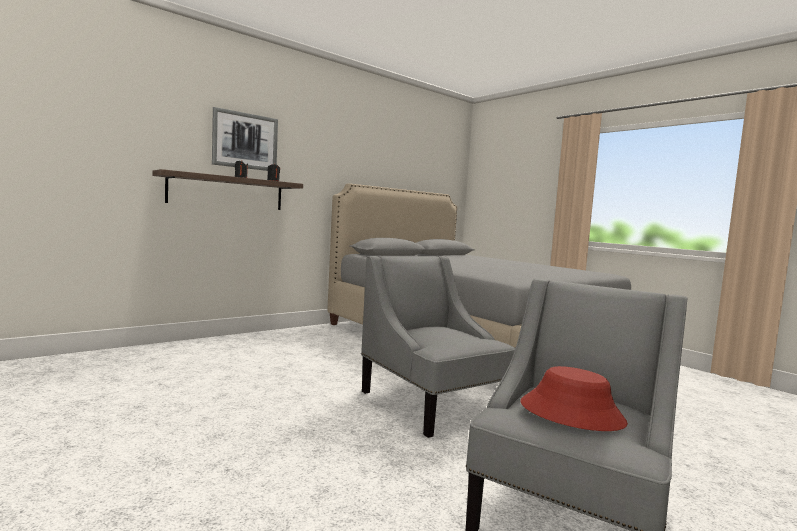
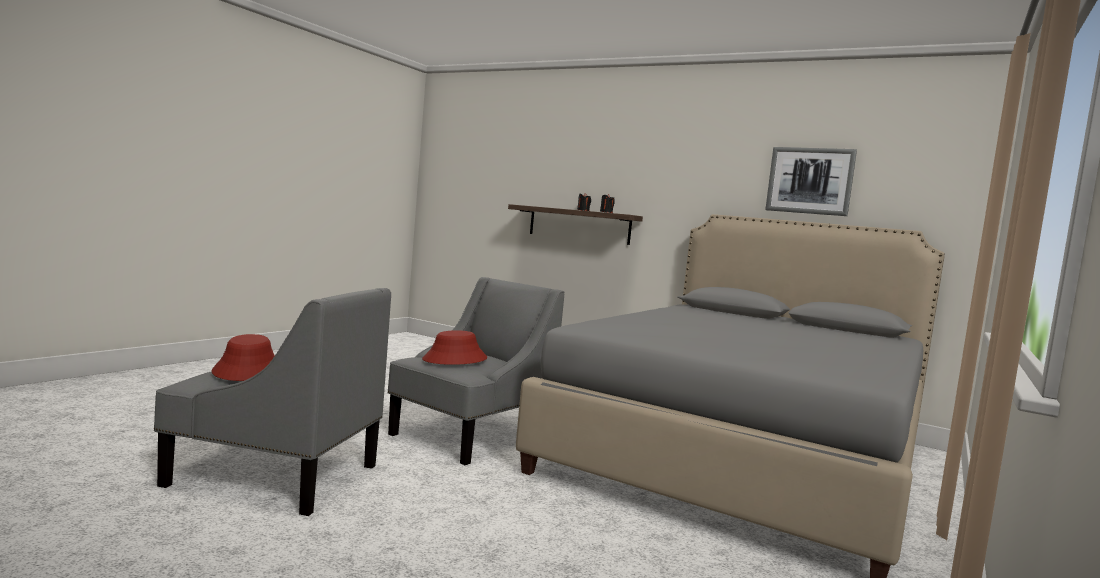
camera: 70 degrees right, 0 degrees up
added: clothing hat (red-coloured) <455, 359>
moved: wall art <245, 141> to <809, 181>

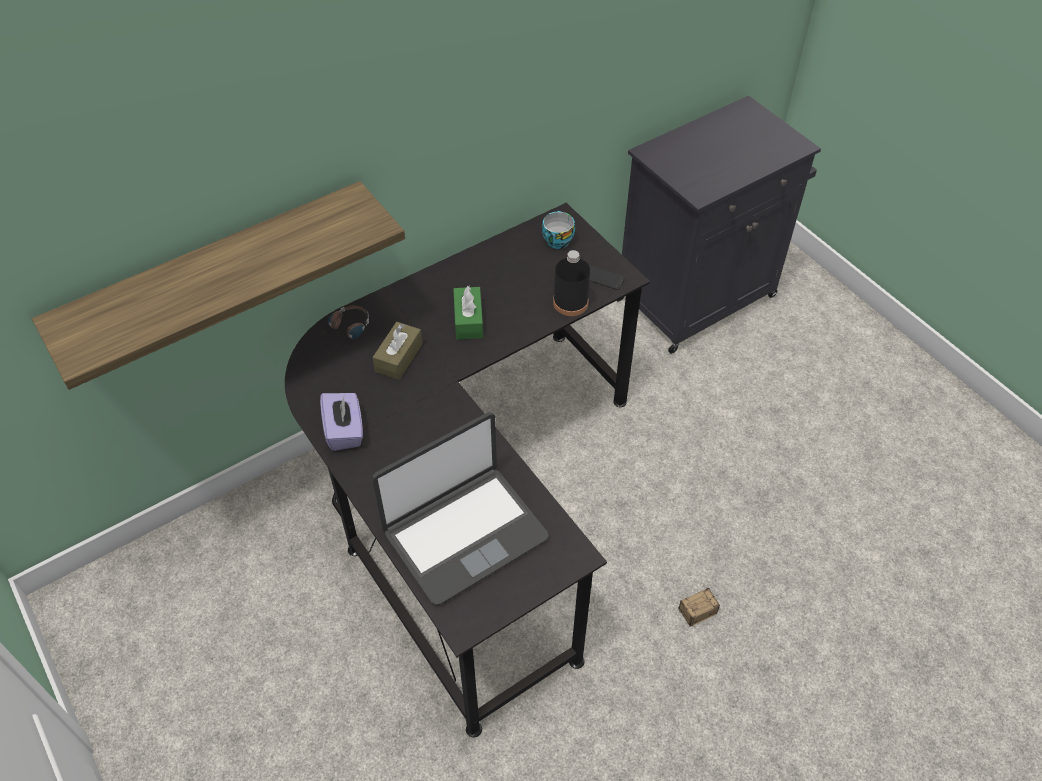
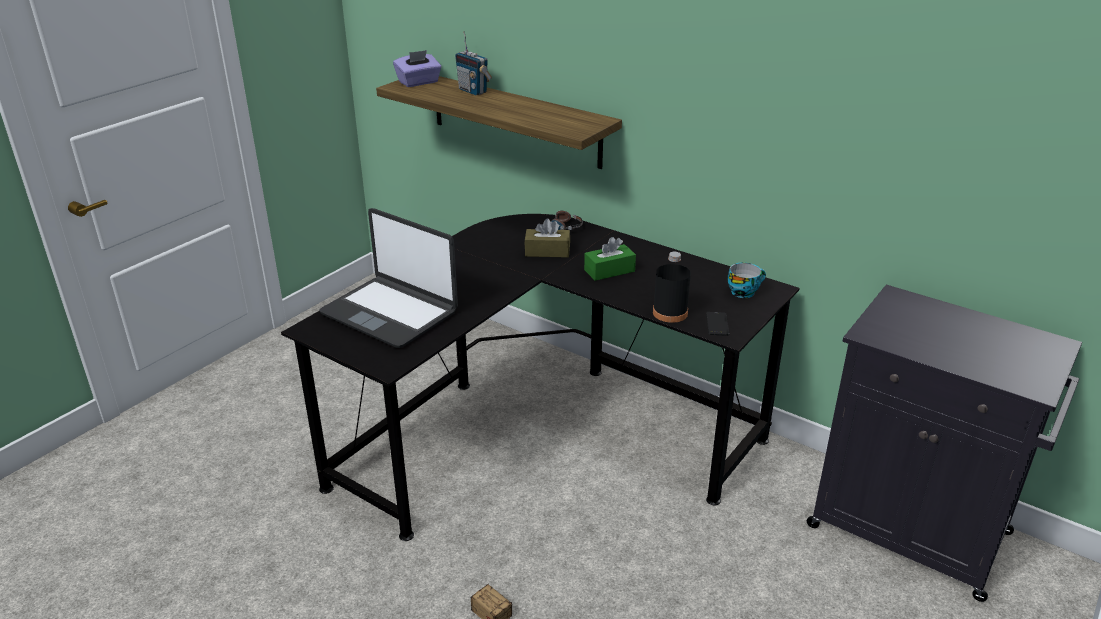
camera: 70 degrees right, 20 degrees down
added: radio receiver <473, 91>
moved: tissue holder (purple) <345, 431> to <419, 82>

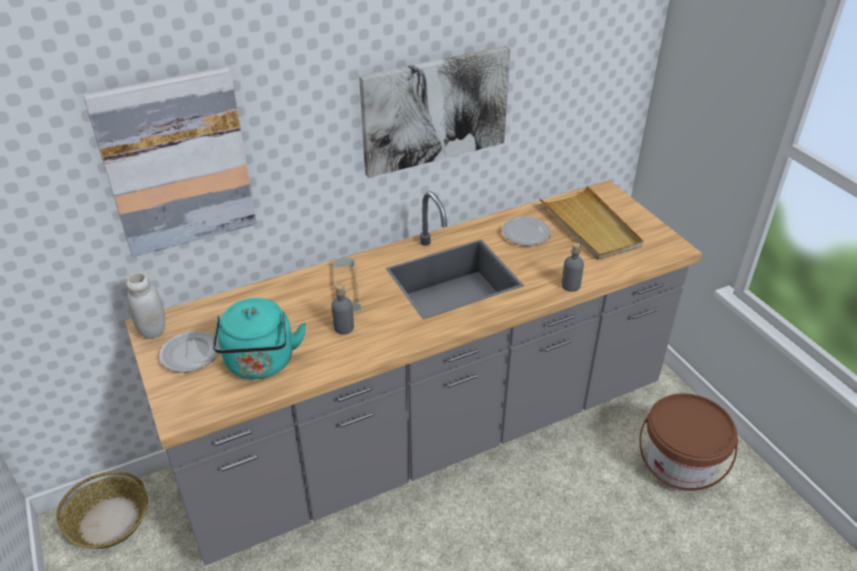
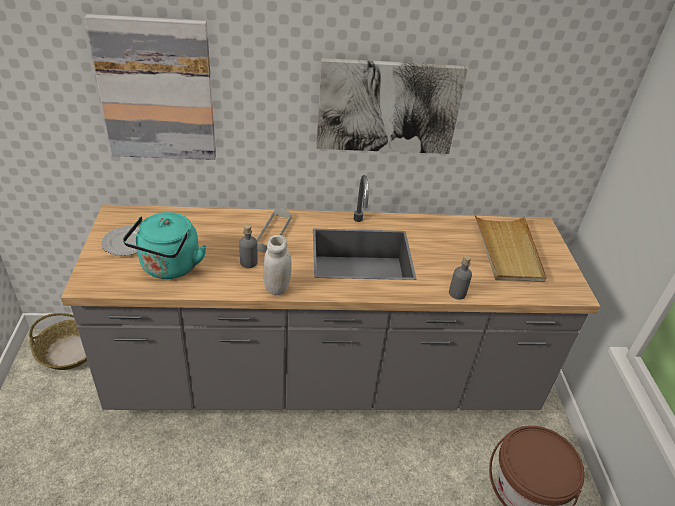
camera: 20 degrees right, 0 degrees up
removed: plate <526, 233>
moved: preserve jar (whitish) <153, 330> to <277, 287>

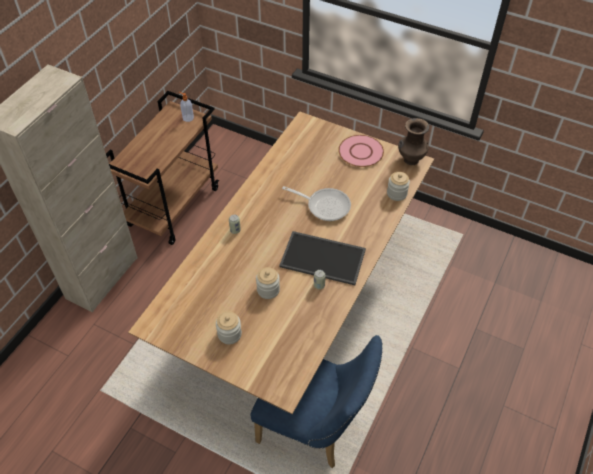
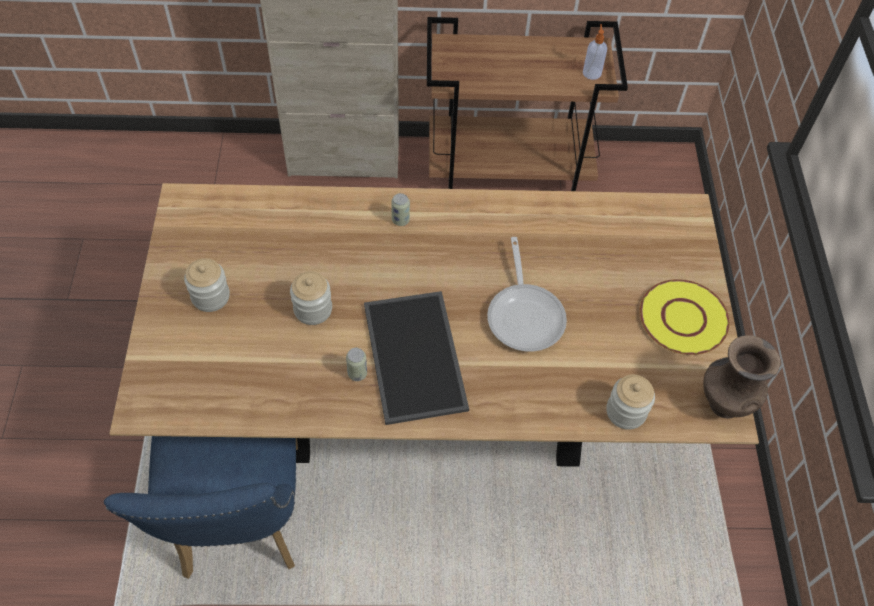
camera: 60 degrees right, 5 degrees up
recoloured: plate (pinkish) <361, 152> to plate (yellow-coloured) <684, 318>

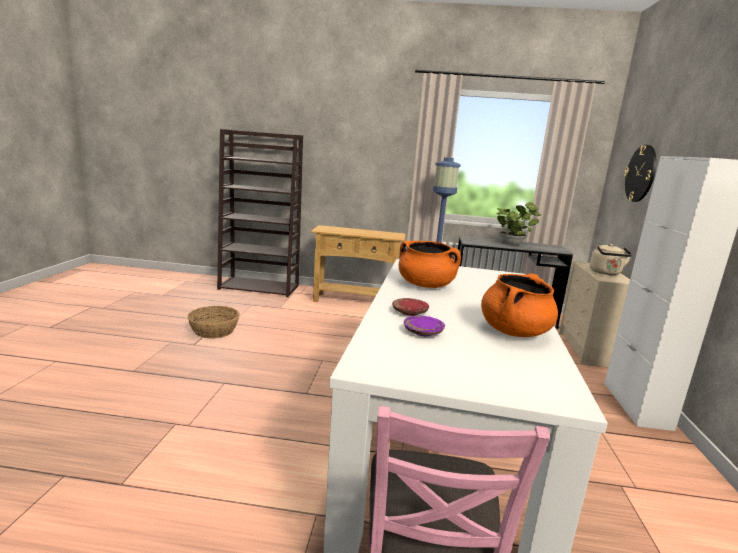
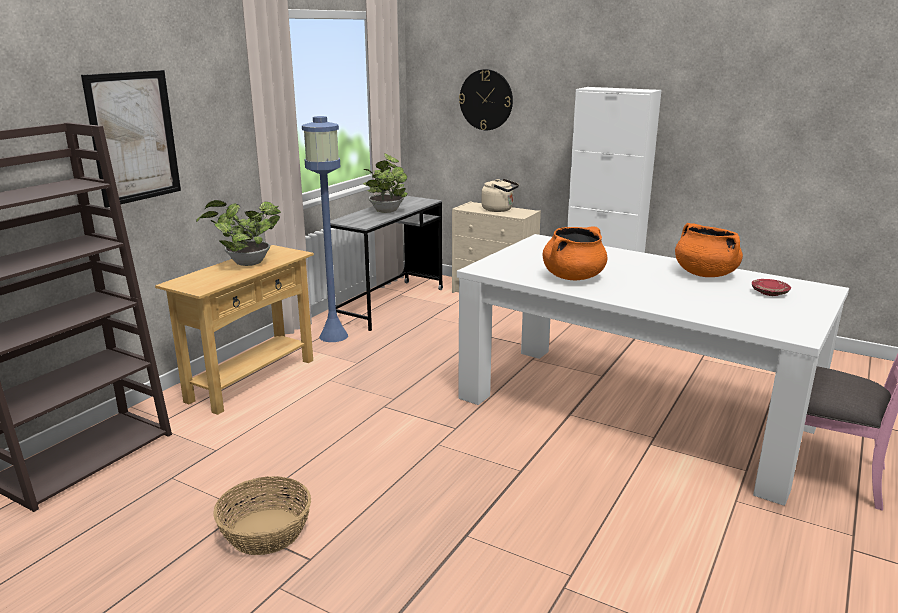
camera: 65 degrees left, 5 degrees up
removed: plate (purple) <423, 332>
added: wall art <134, 137>; houseplant <245, 264>
moved: plate (red-coloured) <409, 312> to <770, 293>

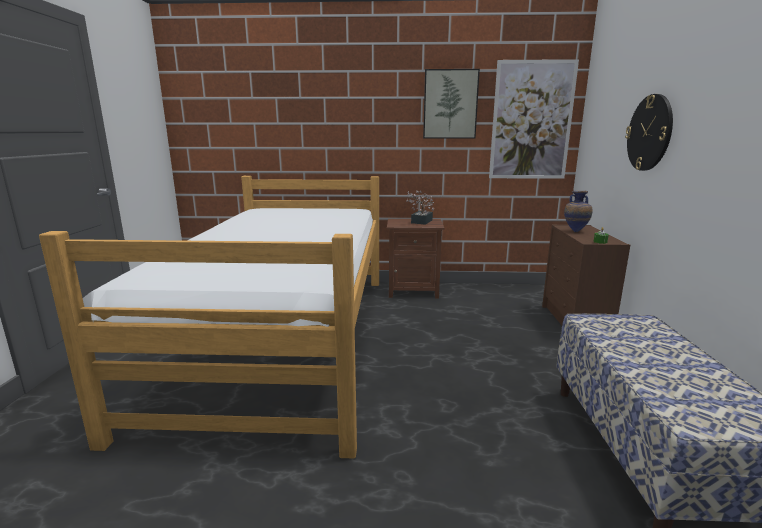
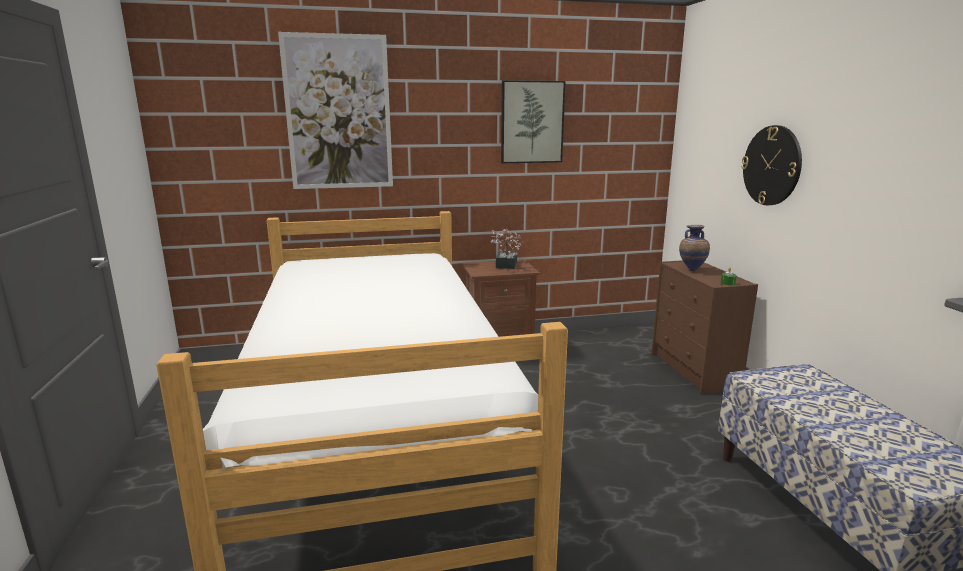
camera: 15 degrees left, 0 degrees up
moved: wall art <531, 121> to <338, 113>

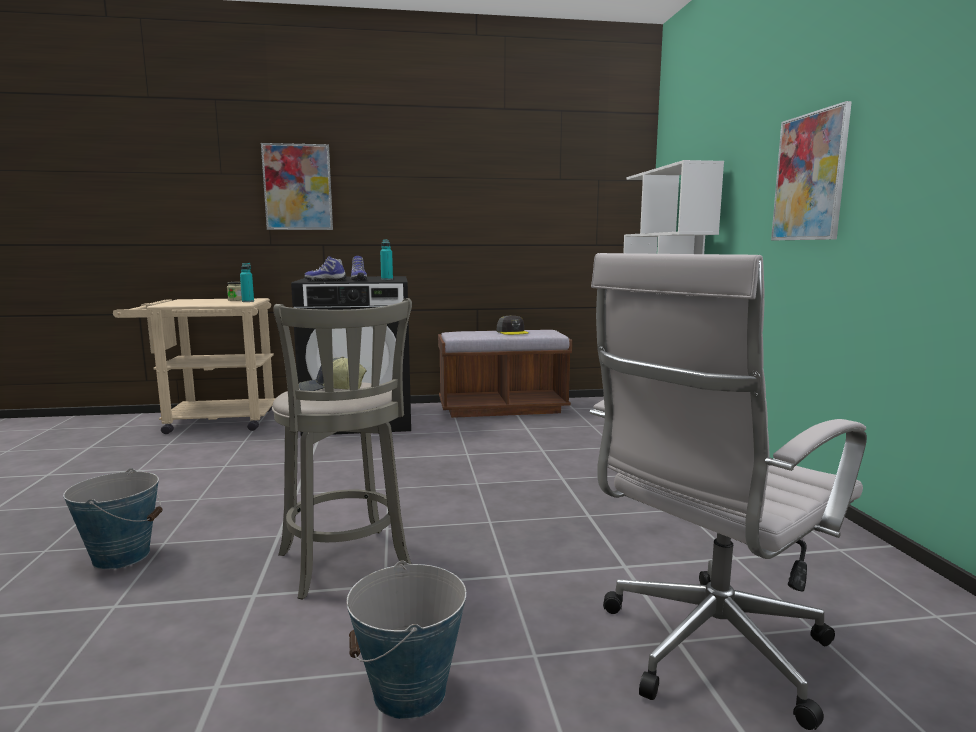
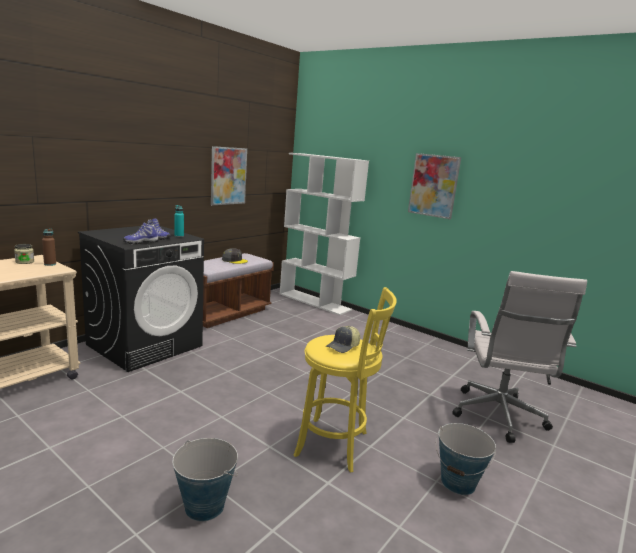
camera: 45 degrees left, 5 degrees up
moved: wall art <298, 187> to <228, 176>
recoloured: beverage bottle (turquoise-coloured) <248, 301> to beverage bottle (brownish) <50, 264>; sitting stool (grey) <346, 565> to sitting stool (yellow-coloured) <336, 445>

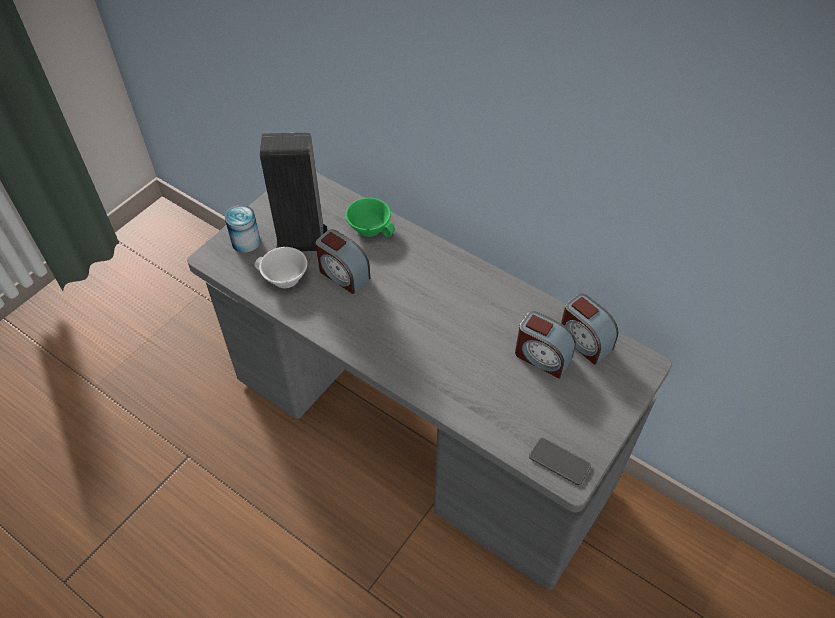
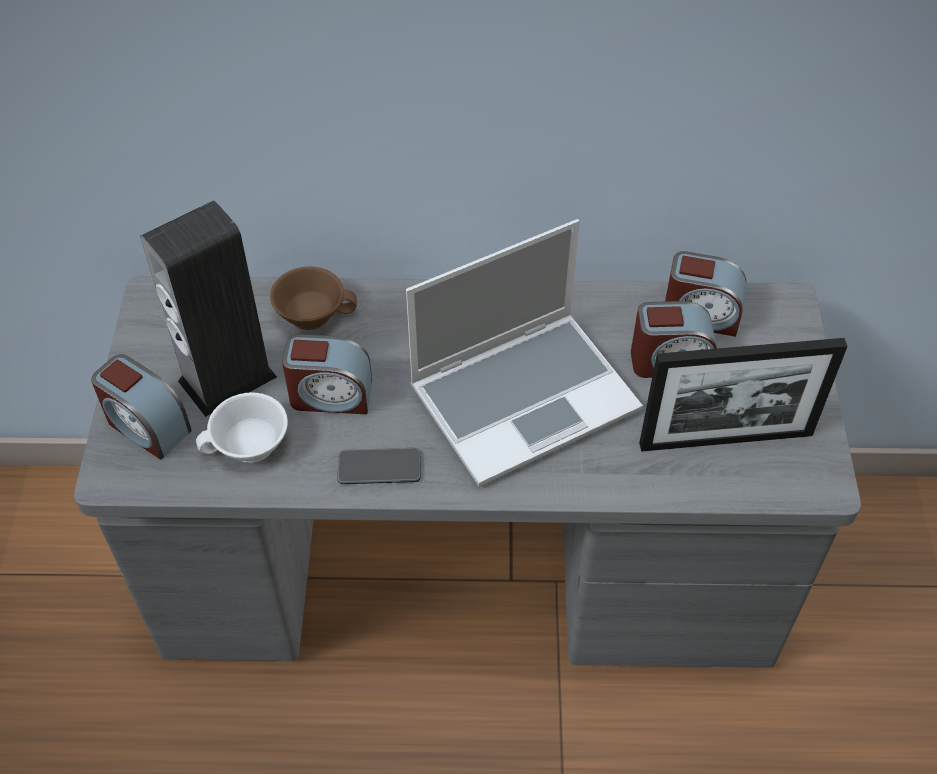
camera: 35 degrees left, 0 degrees up
added: portable computer <525, 396>; photo frame <726, 439>
moved: handset <559, 461> to <379, 467>
replaced: can <246, 242> to bedside clock <147, 426>
recoloured: small cup (green-coloured) <371, 226> to small cup (brownish) <312, 312>

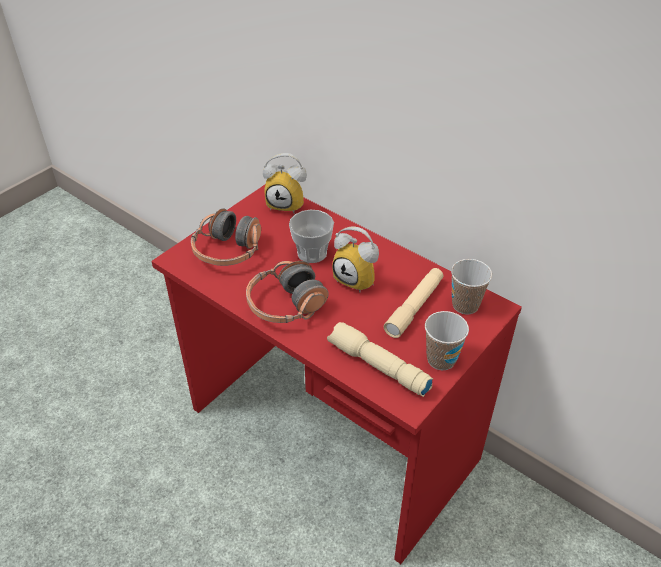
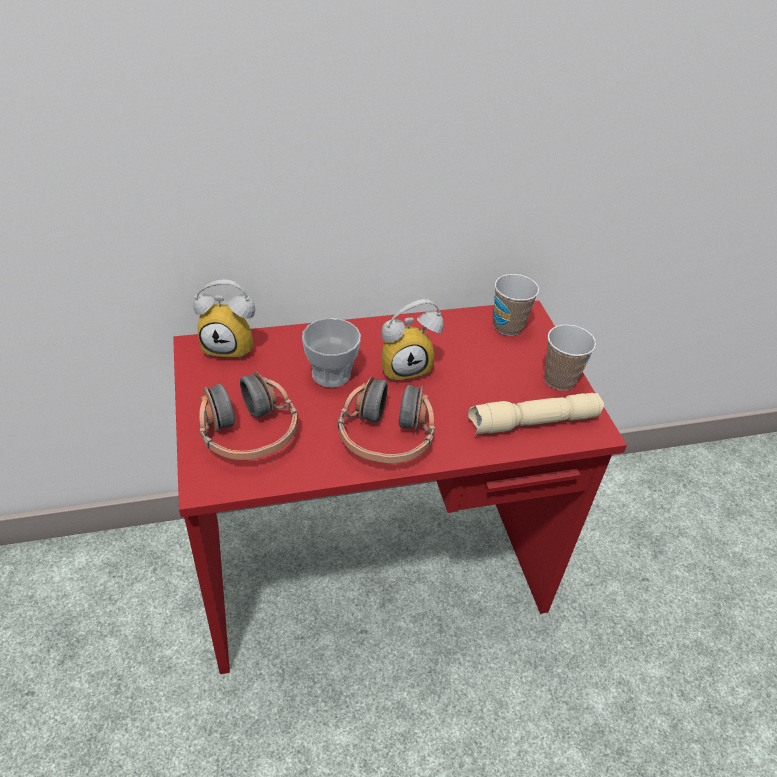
camera: 55 degrees left, 0 degrees up
removed: flashlight (beige) <414, 307>
turned: bedside clock <288, 204> = <231, 346> 45 degrees clockwise

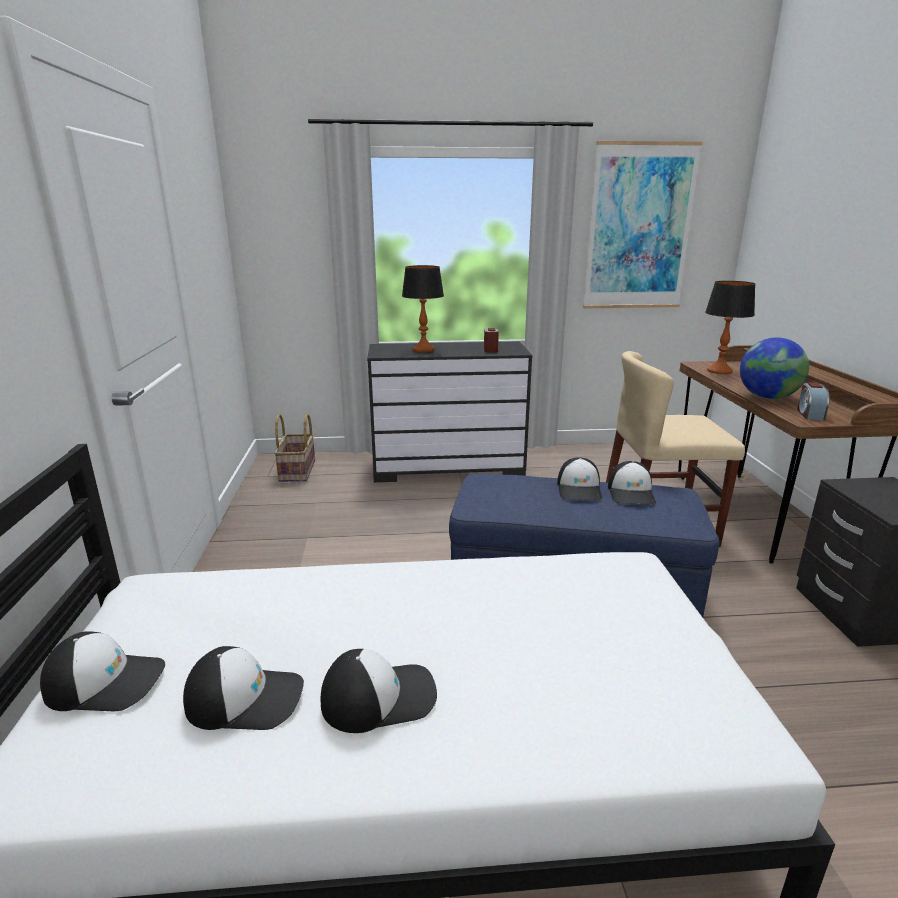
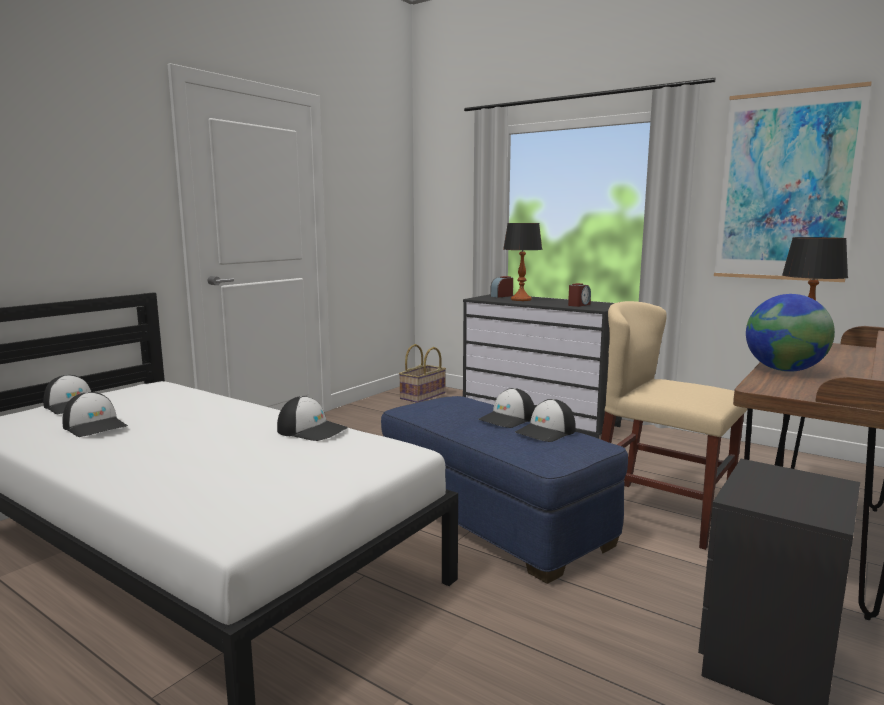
camera: 40 degrees right, 10 degrees down
moved: baseball cap <379, 696> to <312, 430>; bedside clock <809, 414> to <502, 296>

